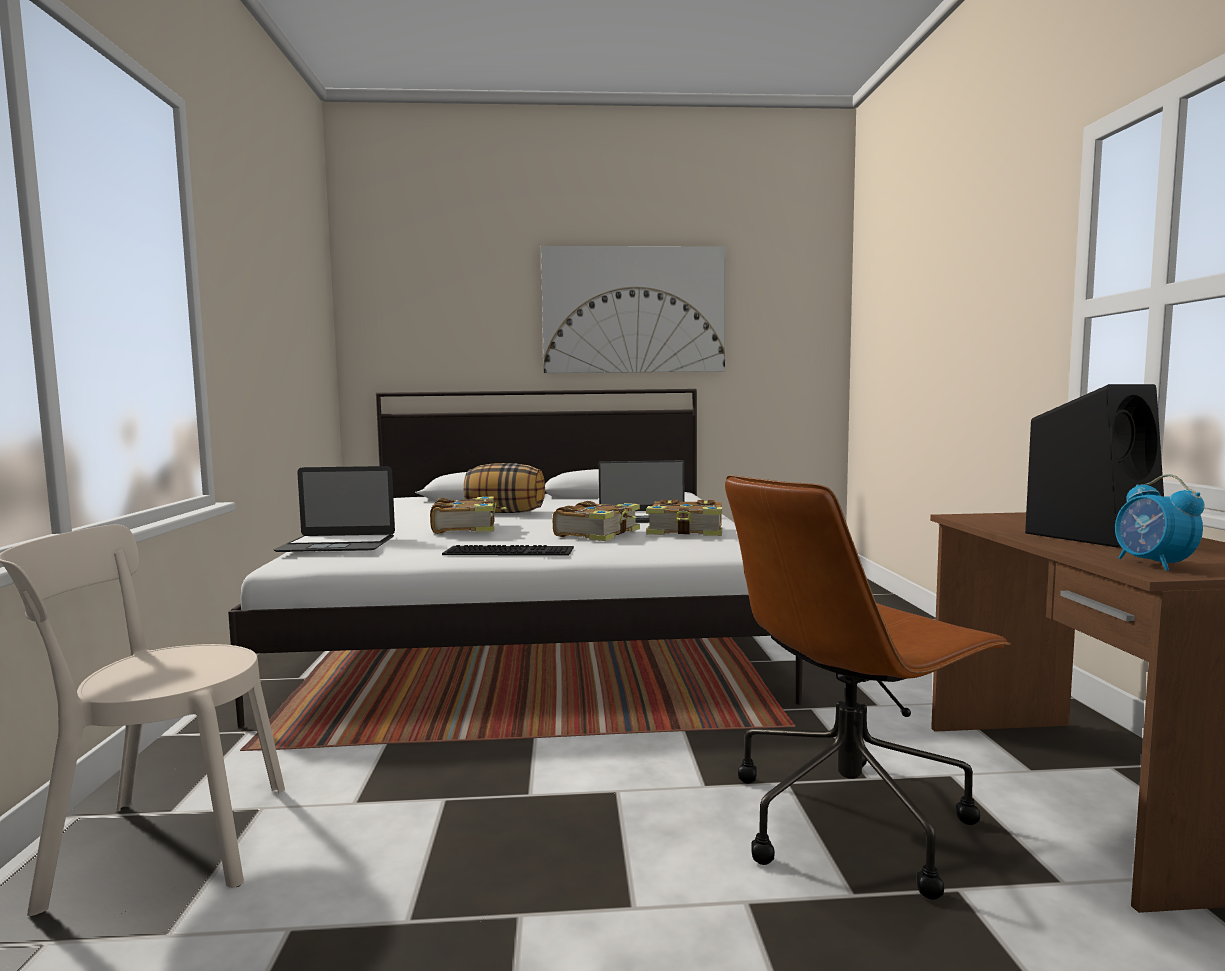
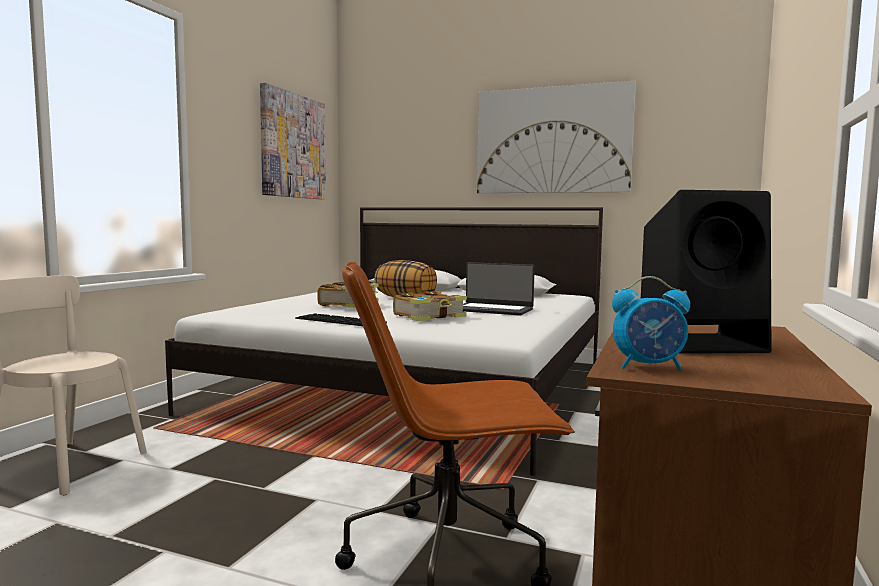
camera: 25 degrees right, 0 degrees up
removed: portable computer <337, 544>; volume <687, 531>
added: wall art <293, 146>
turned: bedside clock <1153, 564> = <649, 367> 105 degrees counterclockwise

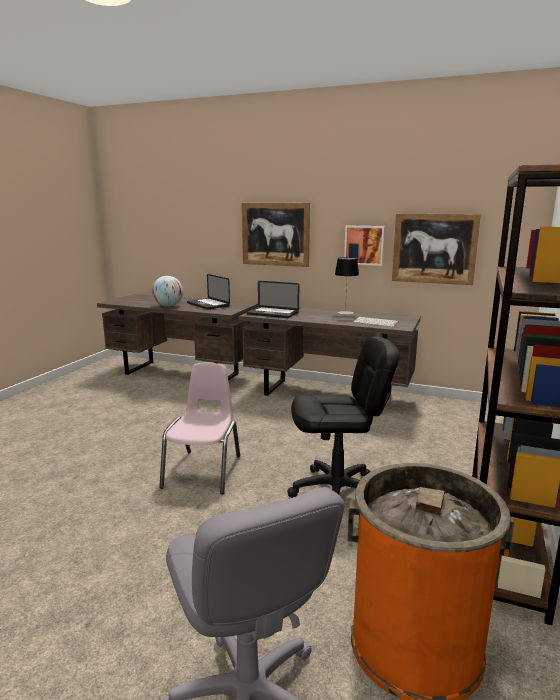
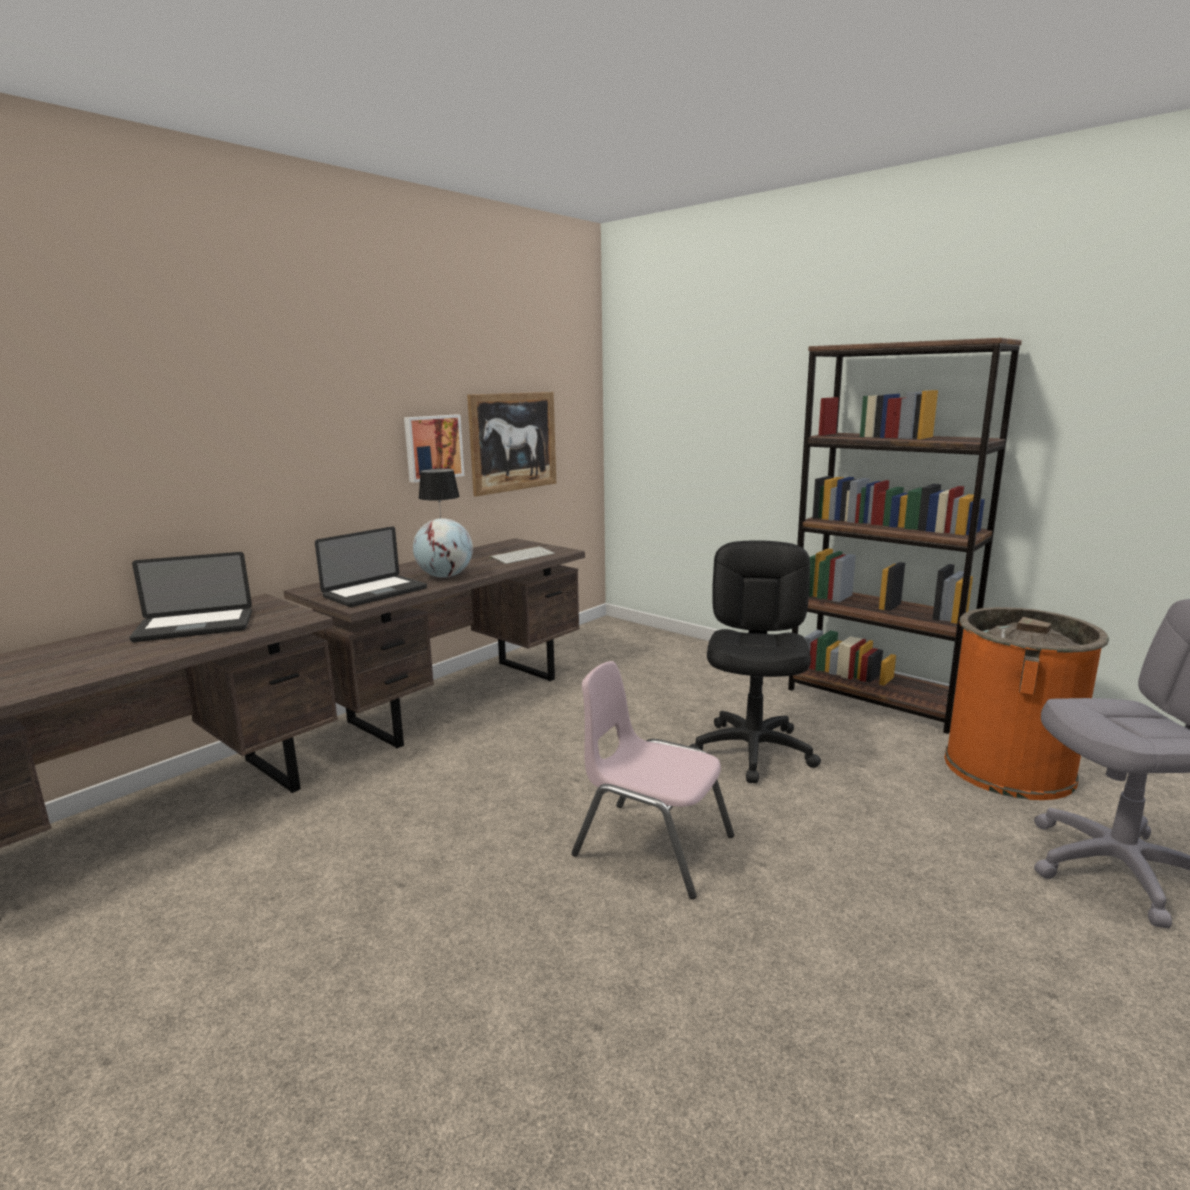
camera: 70 degrees left, 0 degrees up
removed: wall art <275, 234>
moved: desk globe <168, 306> to <445, 576>

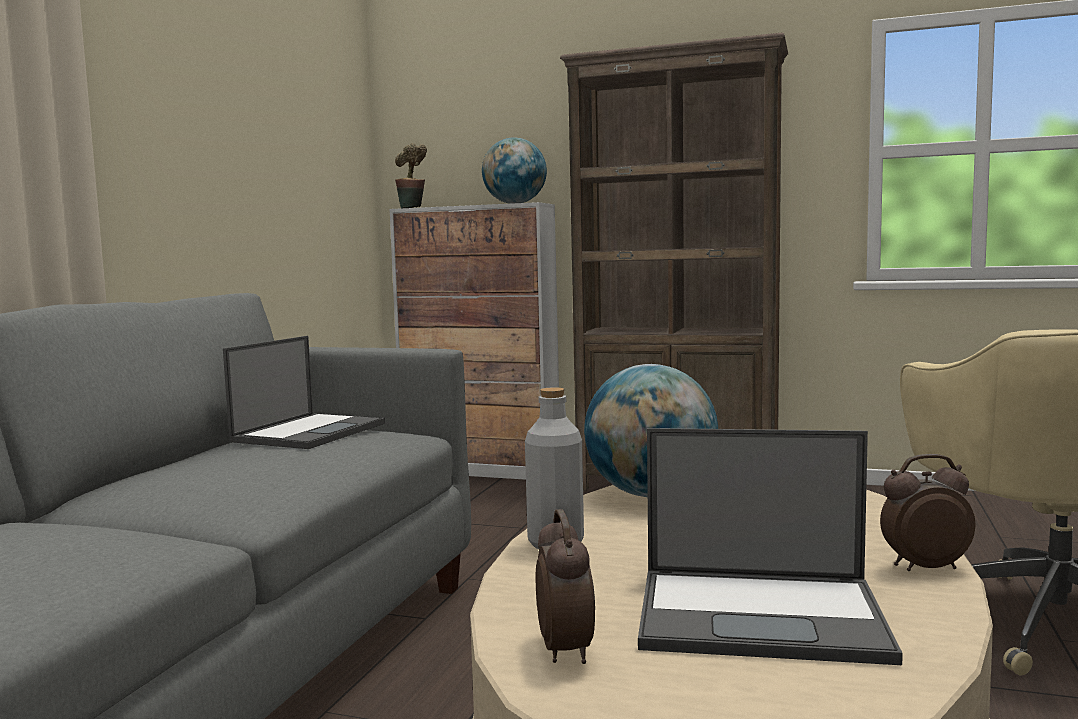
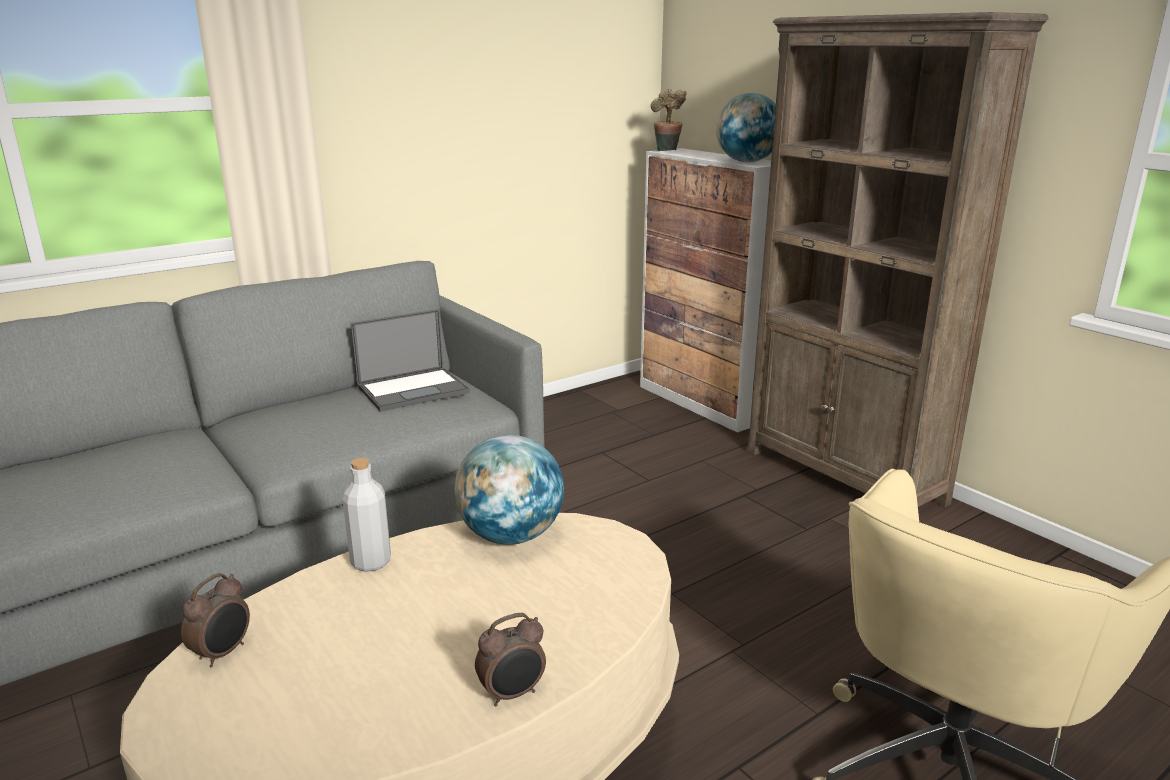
camera: 35 degrees right, 15 degrees up
removed: portable computer <763, 615>
turned: bedside clock <923, 567> = <513, 694> 120 degrees clockwise

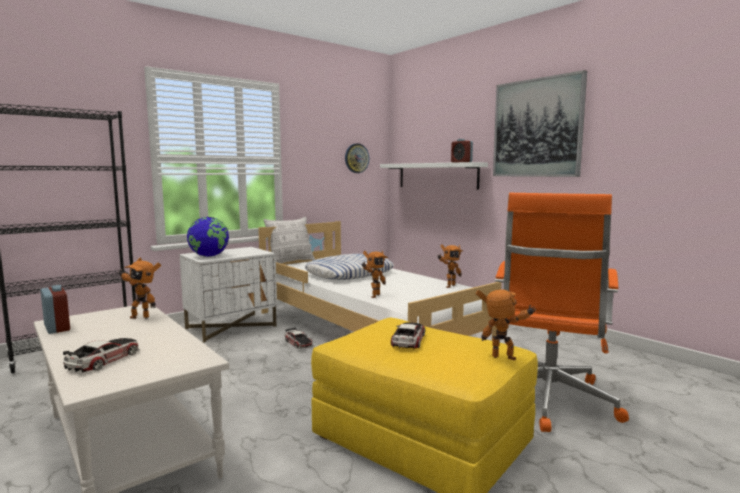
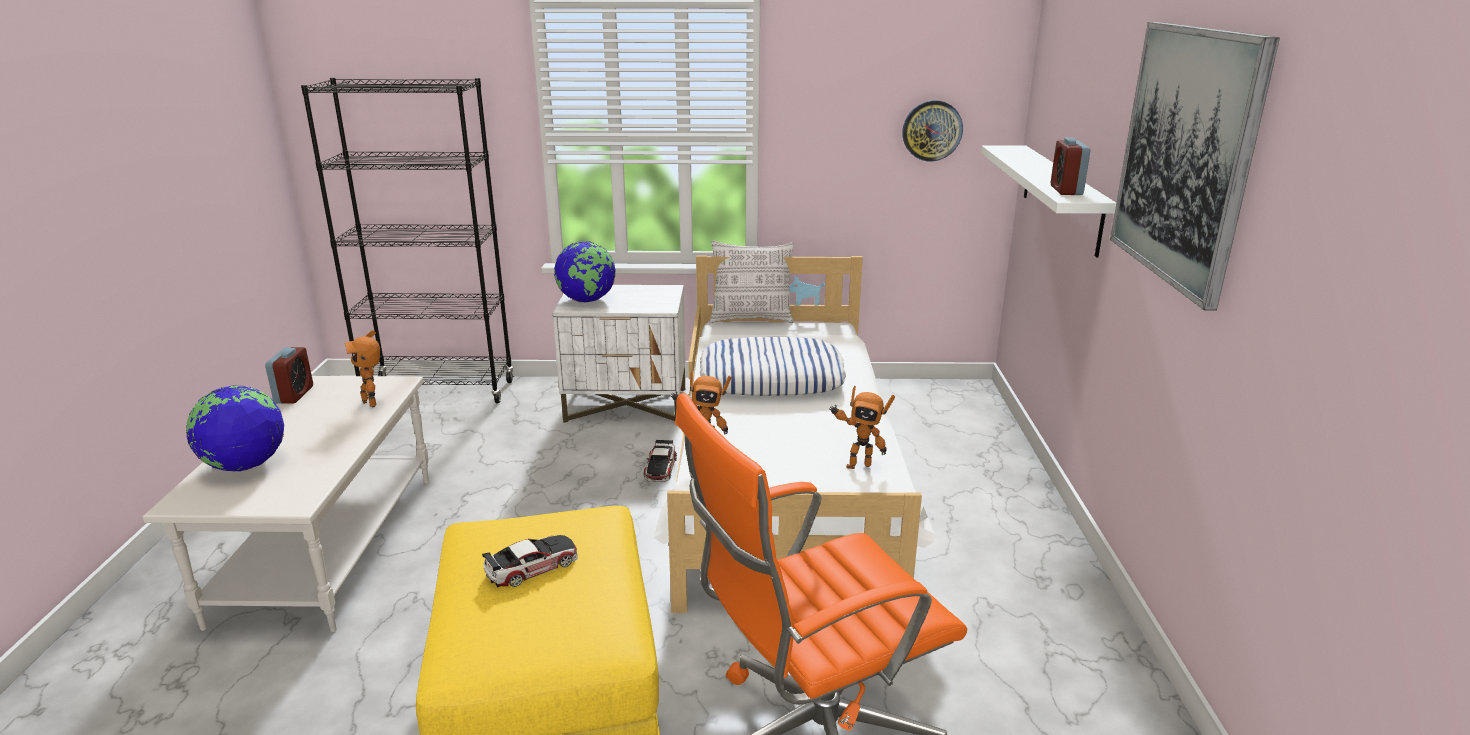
camera: 40 degrees right, 15 degrees up
removed: toy robot <503, 359>
replaced: miniature car <104, 360> to desk globe <245, 465>

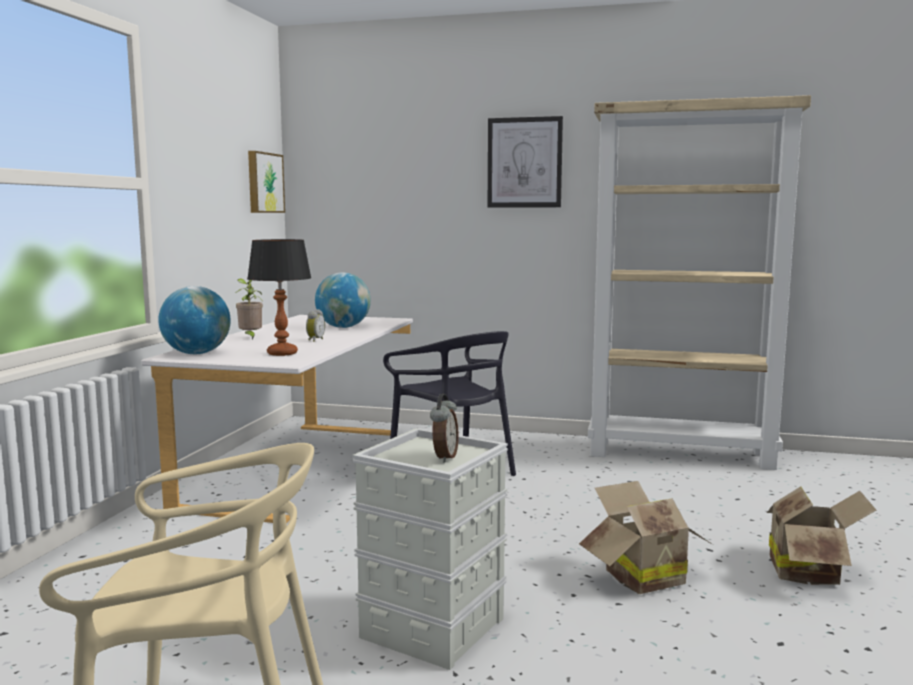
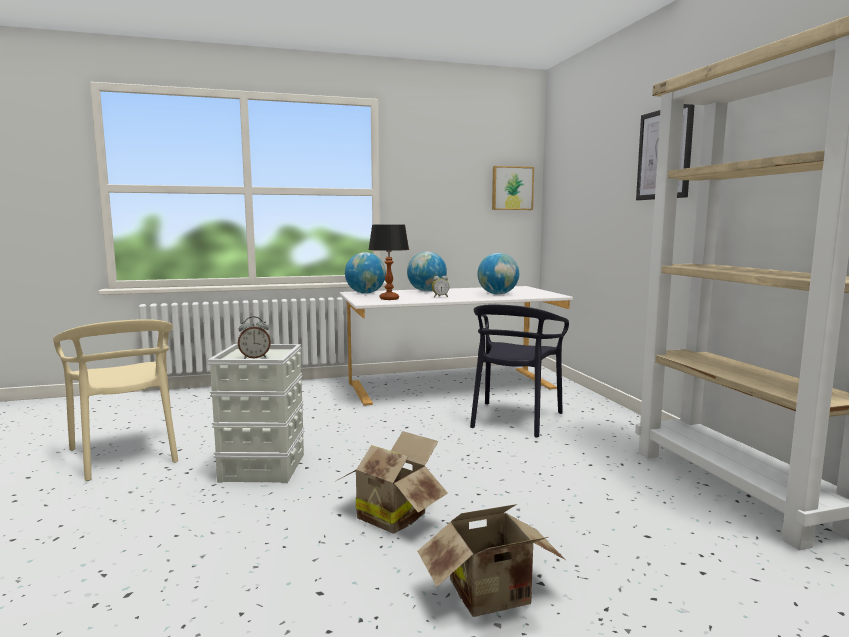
camera: 60 degrees right, 0 degrees up
replaced: houseplant <250, 337> to desk globe <426, 291>

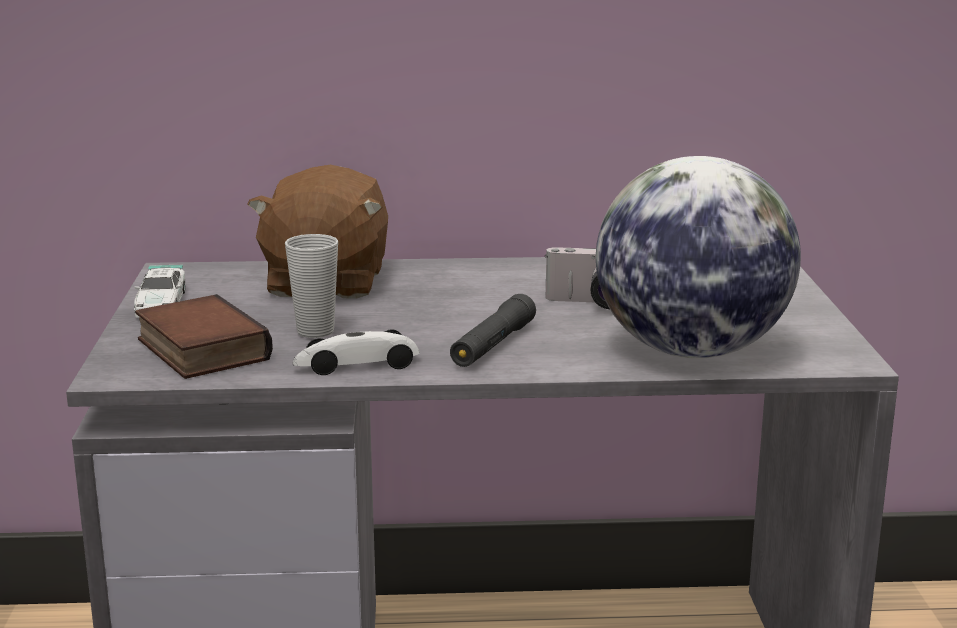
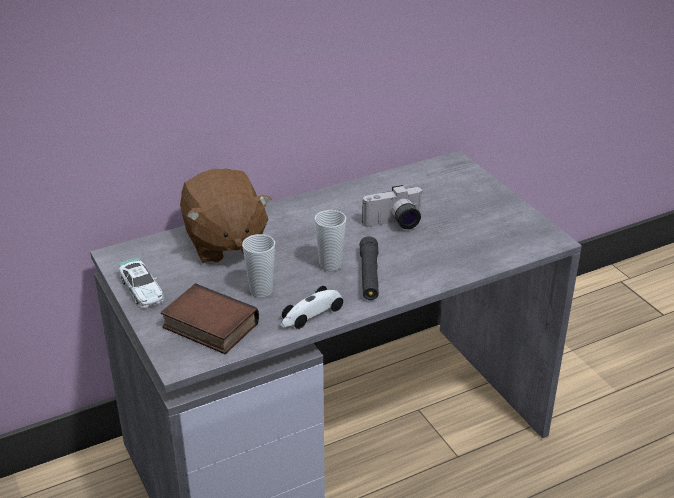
camera: 25 degrees left, 15 degrees up
removed: desk globe <690, 351>
added: small cup <330, 265>

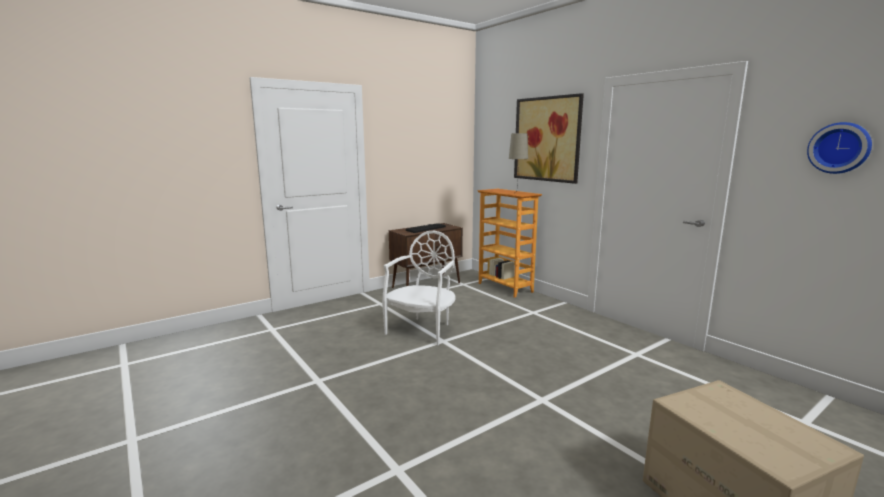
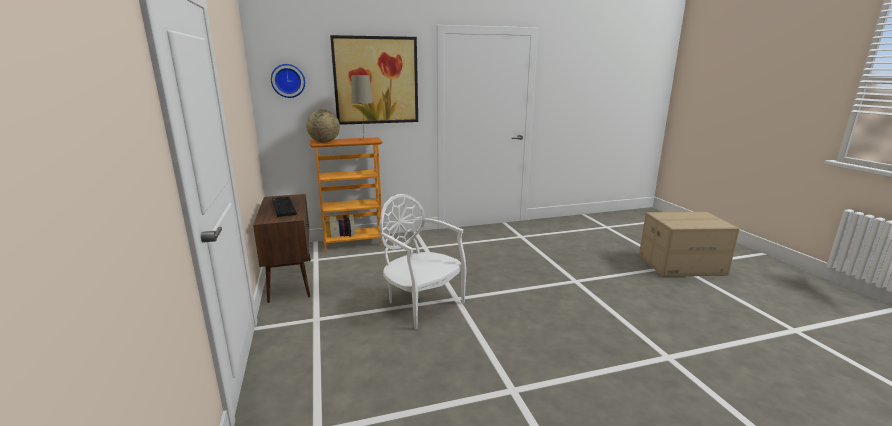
camera: 70 degrees left, 5 degrees up
added: desk globe <324, 142>
moved: clock on the wall <839, 148> to <288, 81>

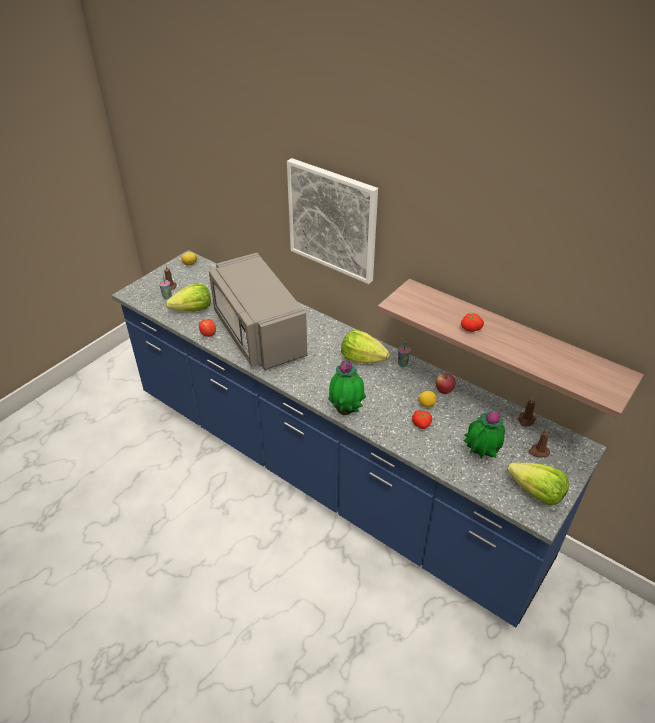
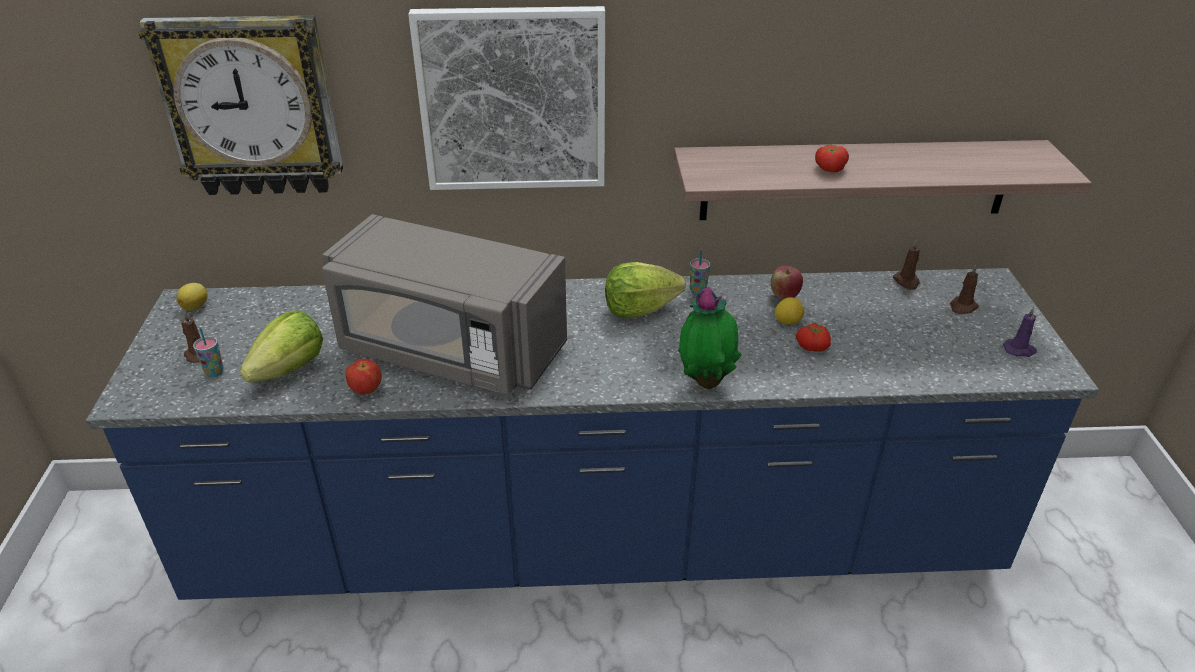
camera: 40 degrees left, 5 degrees down
removed: houseplant <480, 456>
added: clock on the wall <252, 107>
replaced: head of lettuce <536, 493> to candle (purple) <1019, 350>

